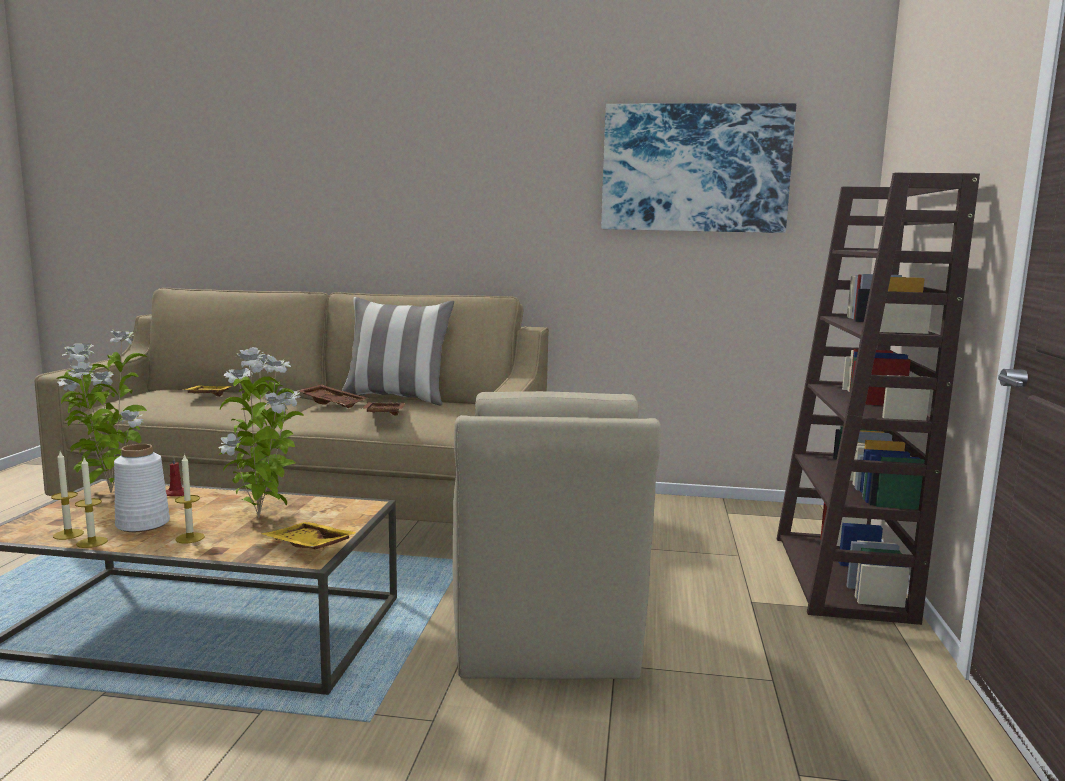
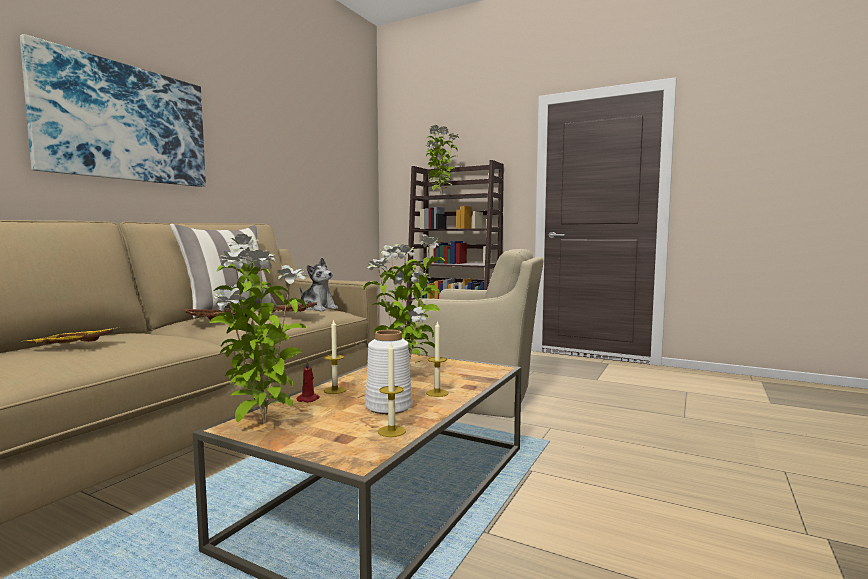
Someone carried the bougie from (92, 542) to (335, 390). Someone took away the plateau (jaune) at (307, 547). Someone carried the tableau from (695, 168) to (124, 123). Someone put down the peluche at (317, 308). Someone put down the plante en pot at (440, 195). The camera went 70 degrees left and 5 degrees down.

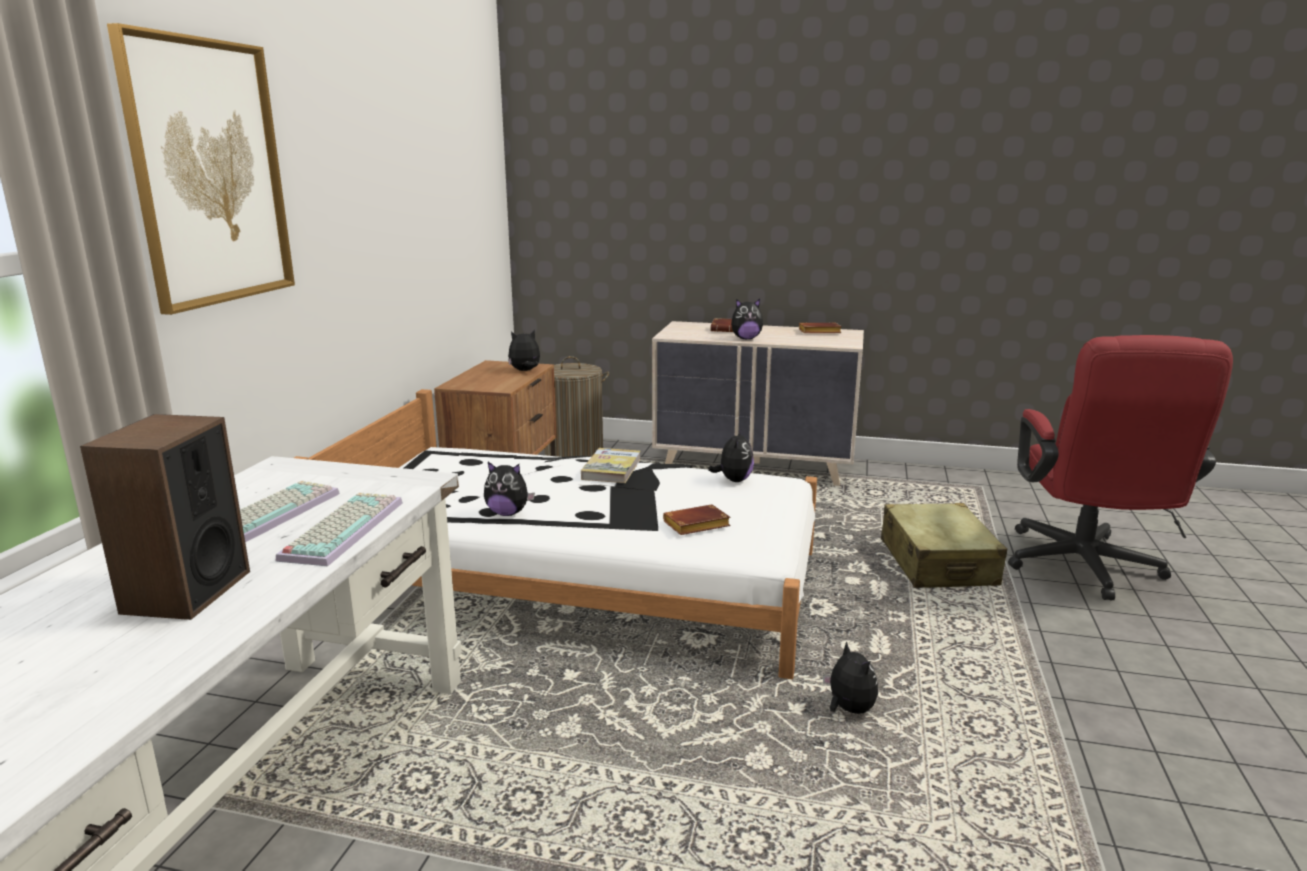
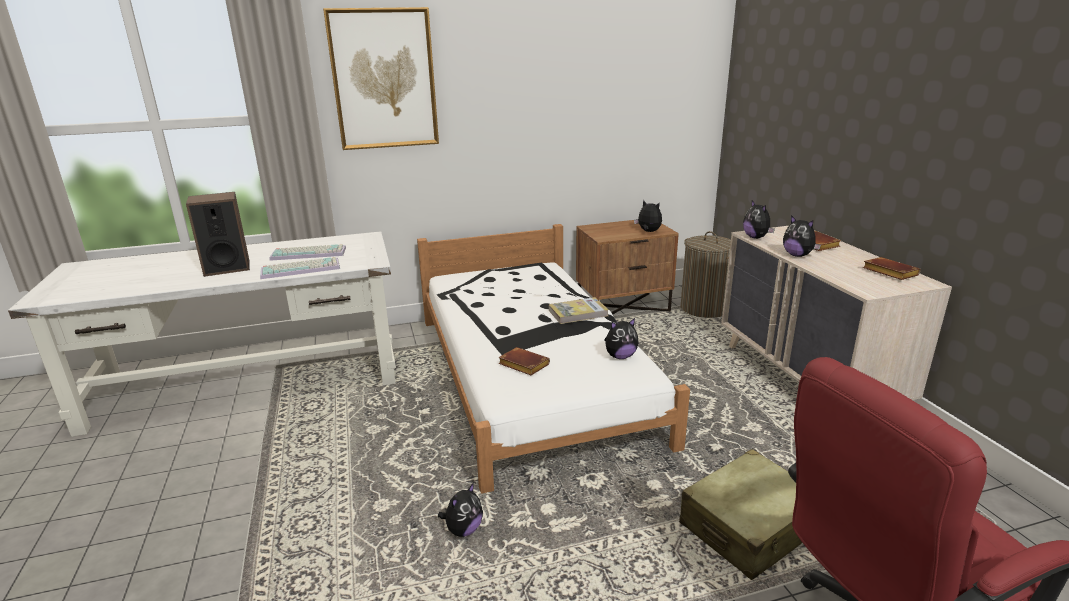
Someone carried the peluche from (508, 513) to (756, 237). The camera went 60 degrees right and 5 degrees up.

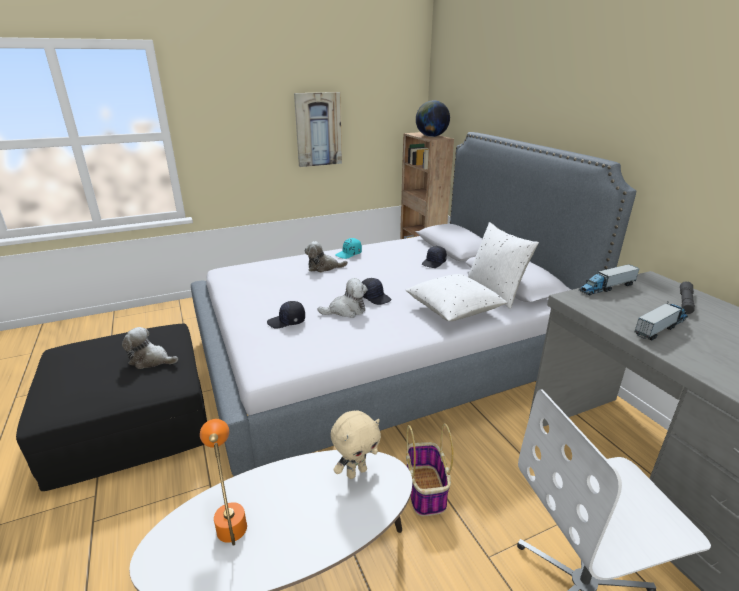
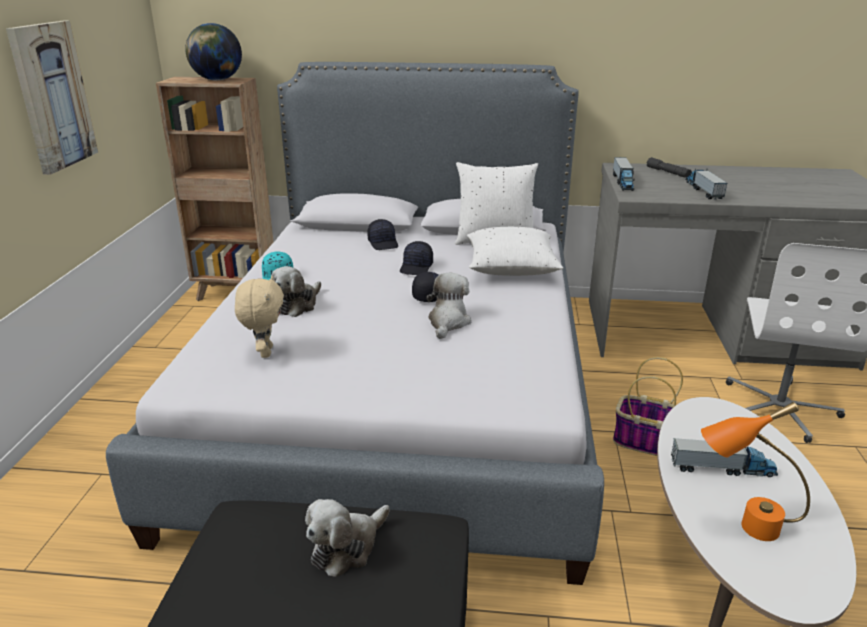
Someone carried the casquette (noir) from (287, 322) to (417, 267). Someone carried the peluche (beige) from (356, 472) to (265, 352). Someone put down the camion jouet at (722, 468). The camera went 60 degrees left and 0 degrees up.

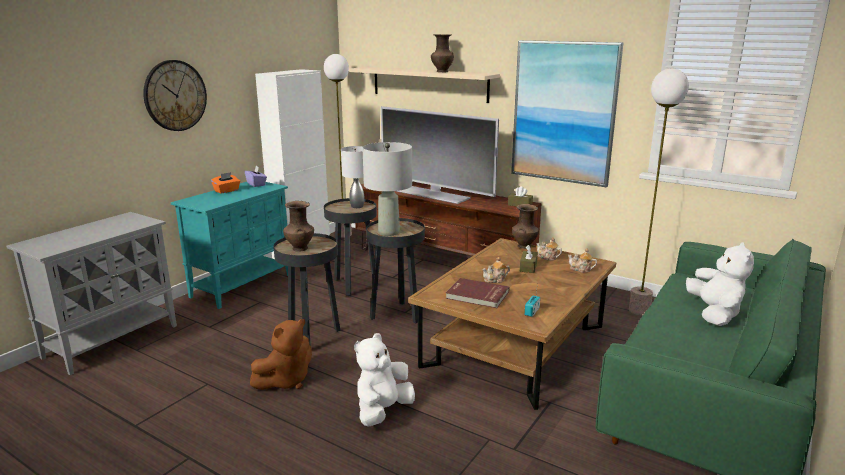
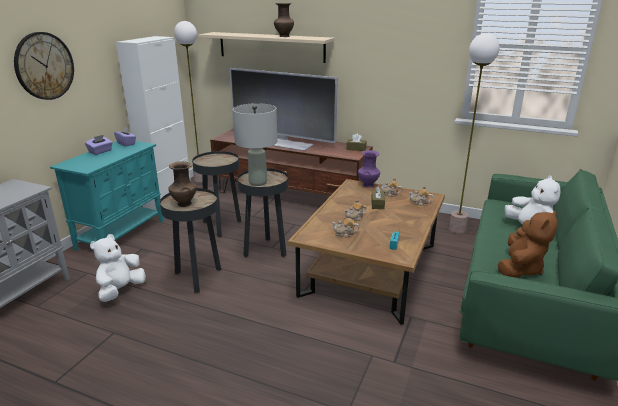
Someone repainted the boîte à mouchoirs (orange) at (227, 191), which became the boîte à mouchoirs (violet) at (100, 152). Someone carried the peluche (marron) from (286, 380) to (520, 269). Someone took away the lampe de table (gris) at (356, 206). Someone carried the peluche (blanc) from (383, 411) to (121, 290). Someone swapped the livre (rouge) at (477, 295) for the théière at (345, 234). Someone took away the tableau at (563, 112). Someone repainted the vase (marron) at (524, 246), which became the vase (violet) at (368, 185). The camera went 10 degrees left and 5 degrees up.

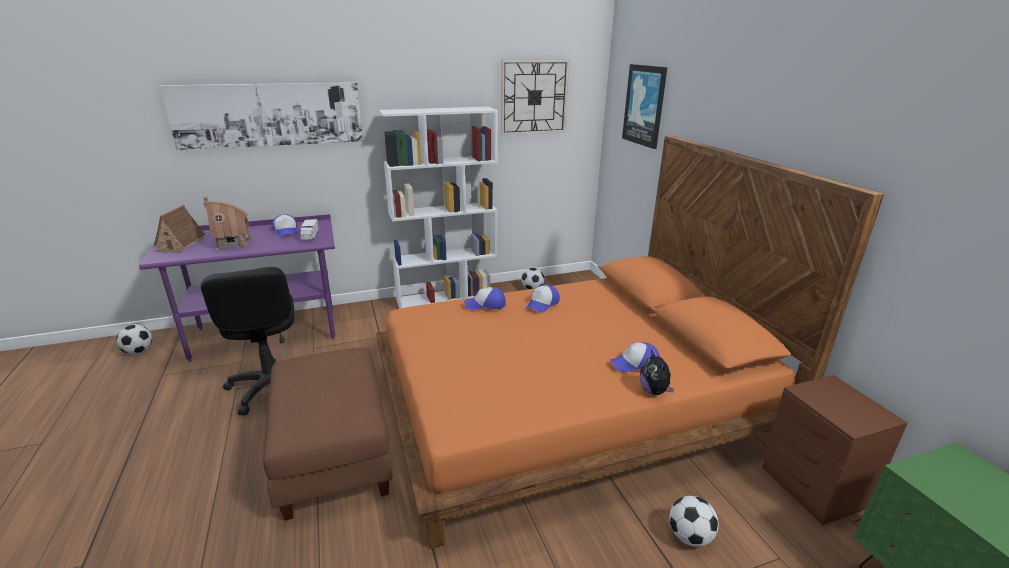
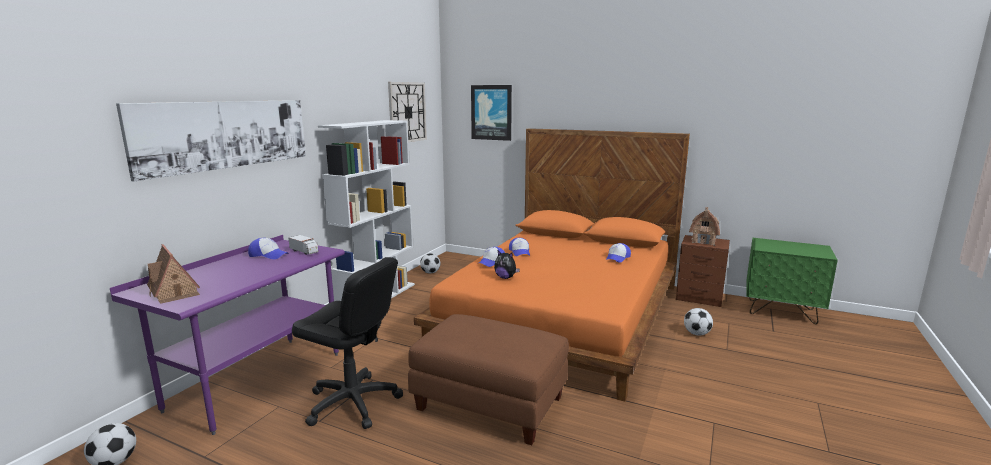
Someone carried the maison miniature from (233, 243) to (703, 241). Someone carried the peluche from (654, 391) to (505, 277). The camera went 45 degrees left and 10 degrees down.

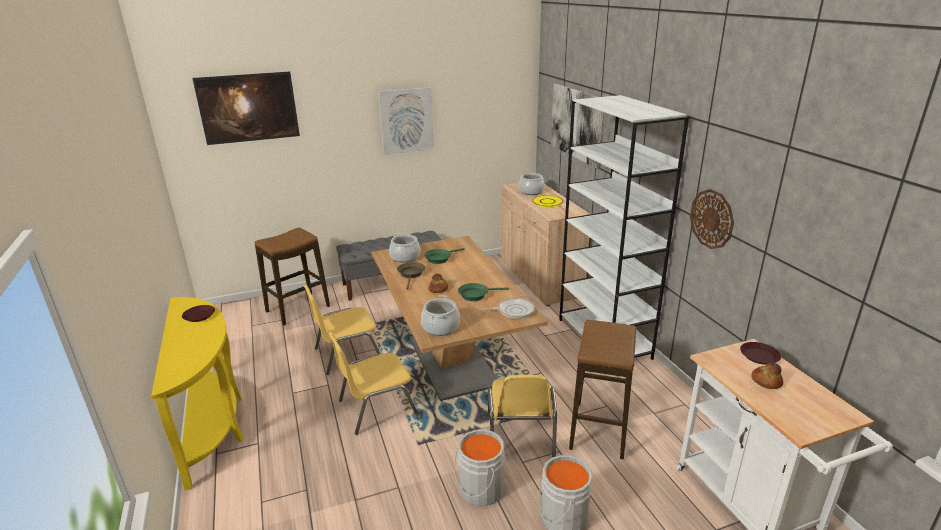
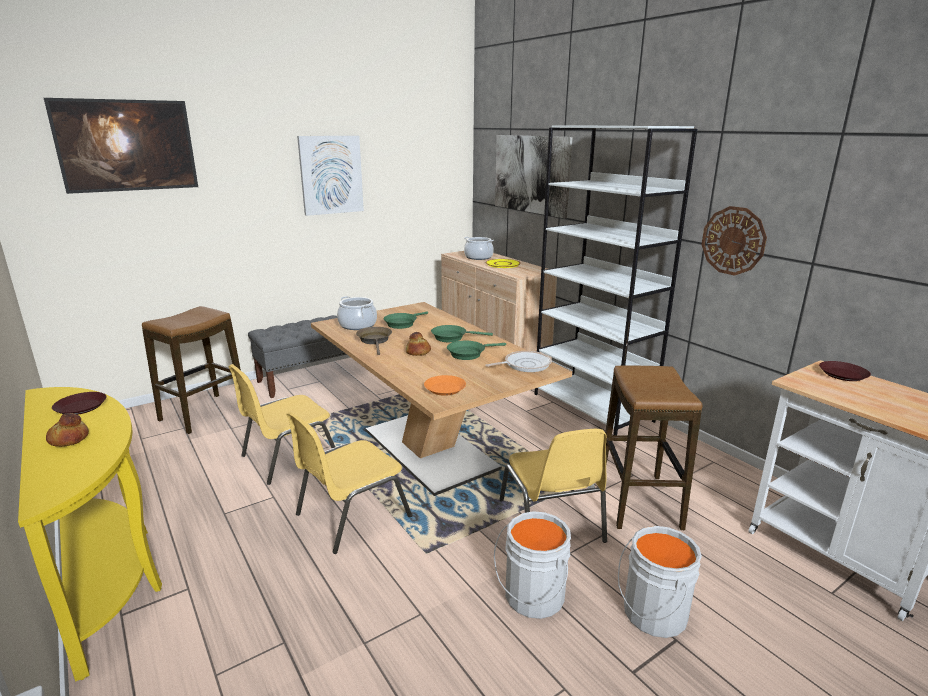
Someone swapped the marmite at (441, 327) for the assiette (orange) at (445, 389). Someone carried the pain from (766, 381) to (68, 439). Someone put down the poêle (vert) at (452, 337). The camera went 15 degrees left and 5 degrees down.

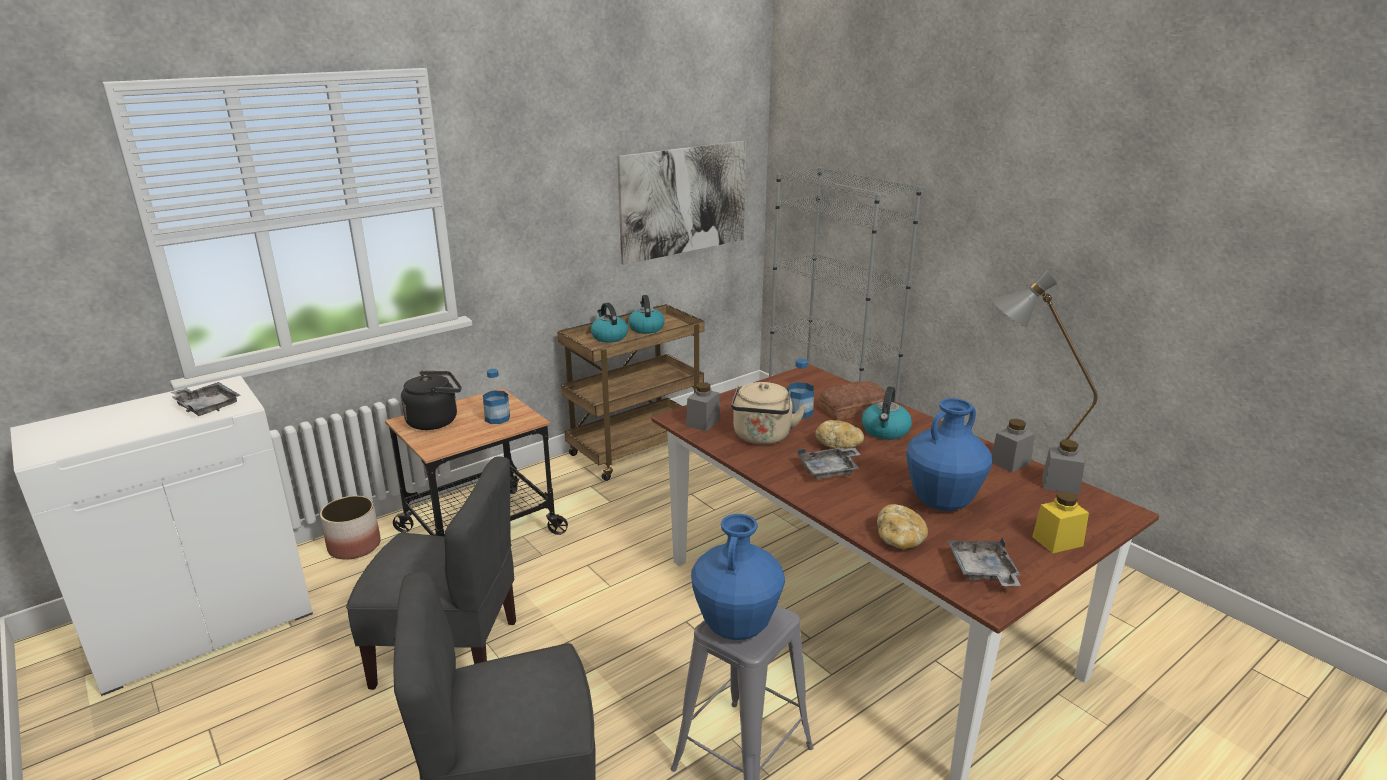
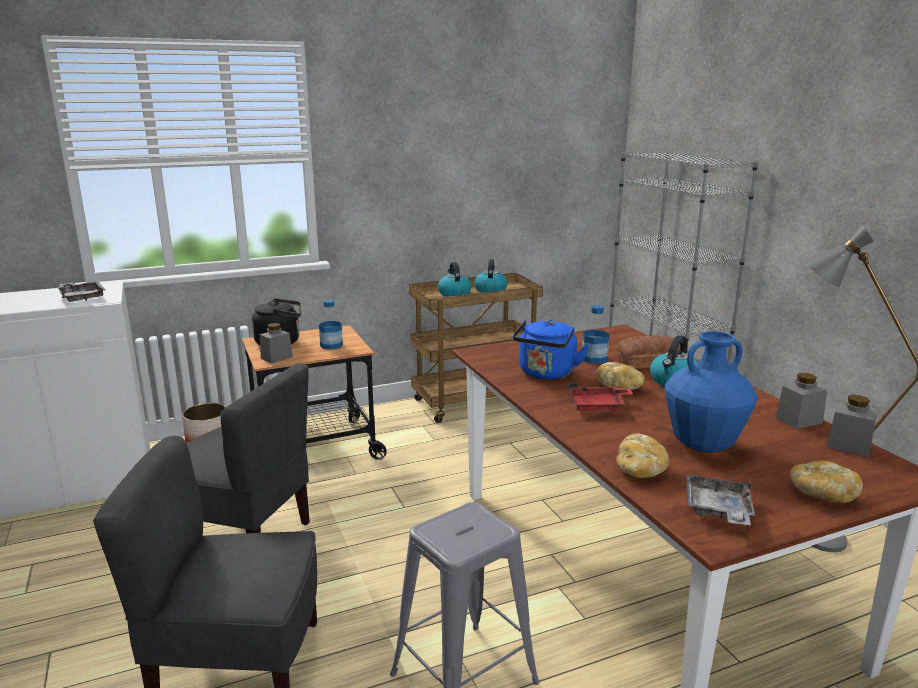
Someone took away the tableau at (684, 200). Someone carried the bocal (gris) from (703, 422) to (276, 357). Someone took away the vase (bleu) at (736, 628). Someone repainted the bouilloire (beige) at (762, 437), which became the bouilloire (bleu) at (546, 374). Someone repainted the plateau (gris) at (829, 470), which became the plateau (rouge) at (598, 406). Someone swapped the bocal (jaune) at (1057, 541) for the pain at (821, 495). The camera went 15 degrees right and 5 degrees down.

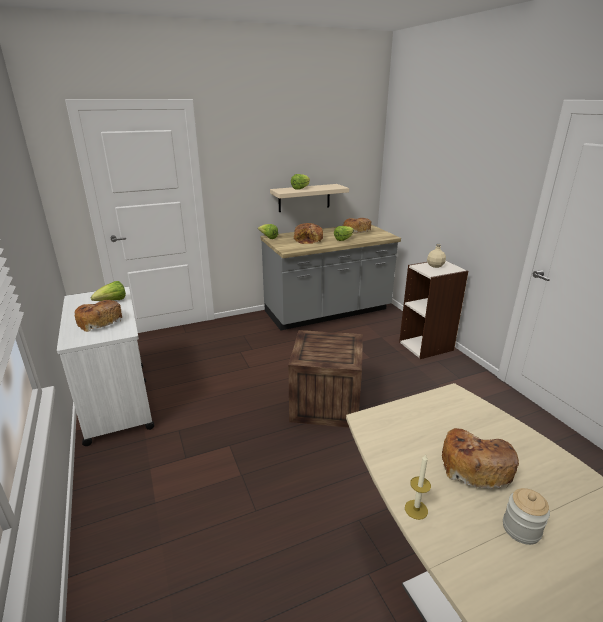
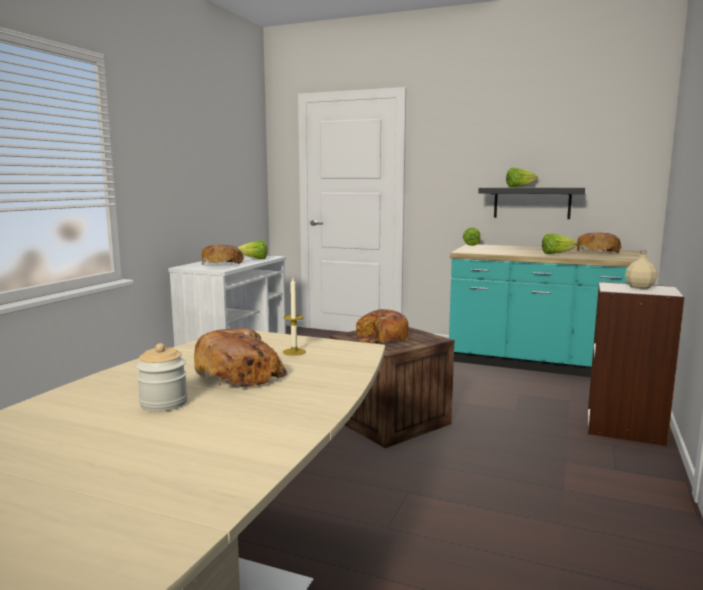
Someone repainted the comptoir de cuisine (gris) at (328, 312), which became the comptoir de cuisine (turquoise) at (538, 363). Someone repainted the étagère (beige) at (304, 198), which became the étagère (noir) at (532, 203). Someone carried the pain from (309, 240) to (381, 338). Someone carried the bougie from (416, 509) to (294, 352). The camera went 45 degrees right and 15 degrees down.

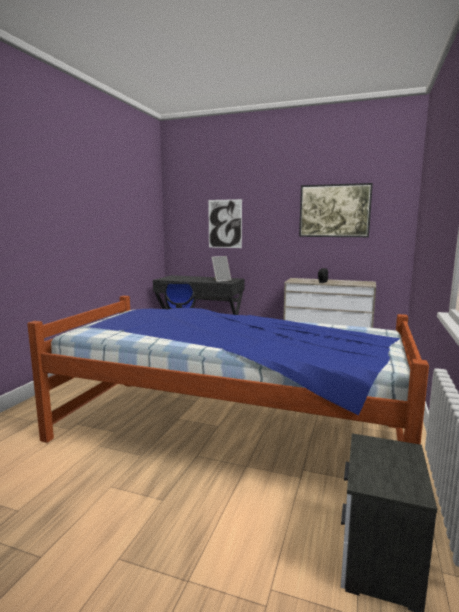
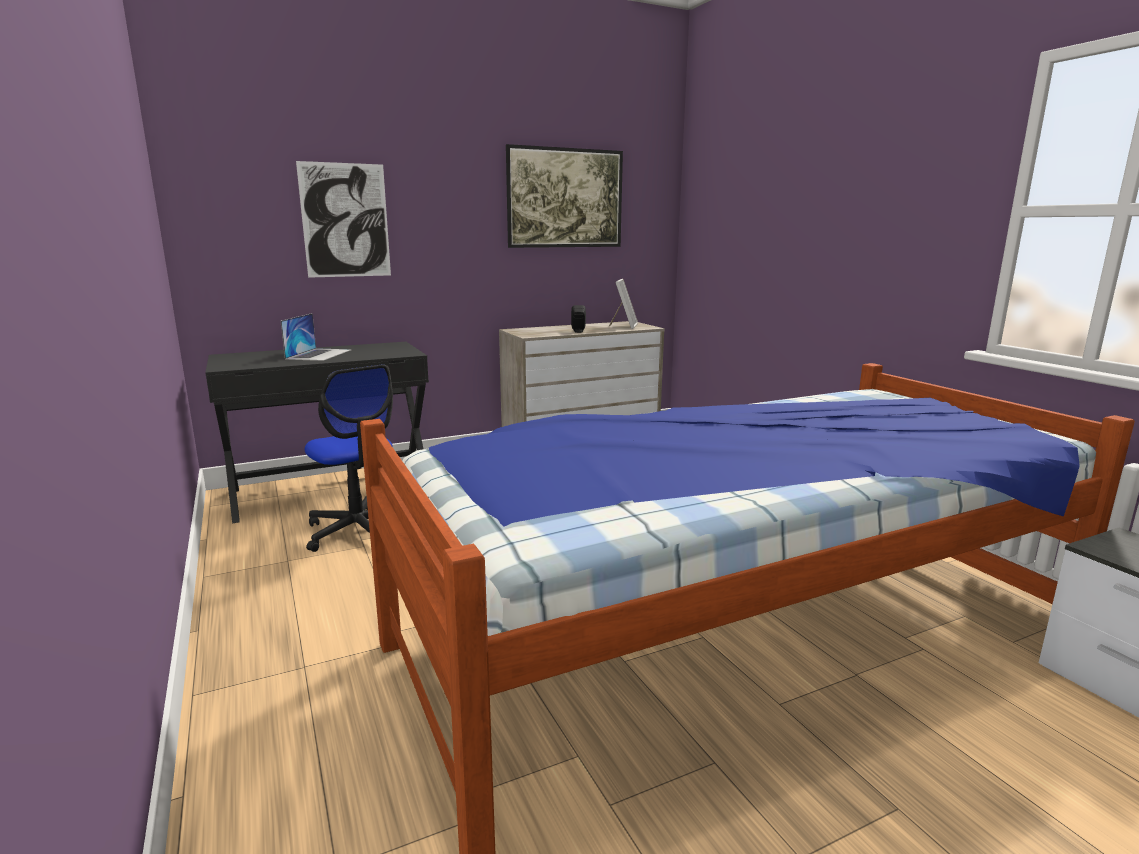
Someone carried the cadre photo from (221, 280) to (624, 326). Someone put down the ordinateur portable at (319, 354). The camera went 45 degrees left and 5 degrees up.

